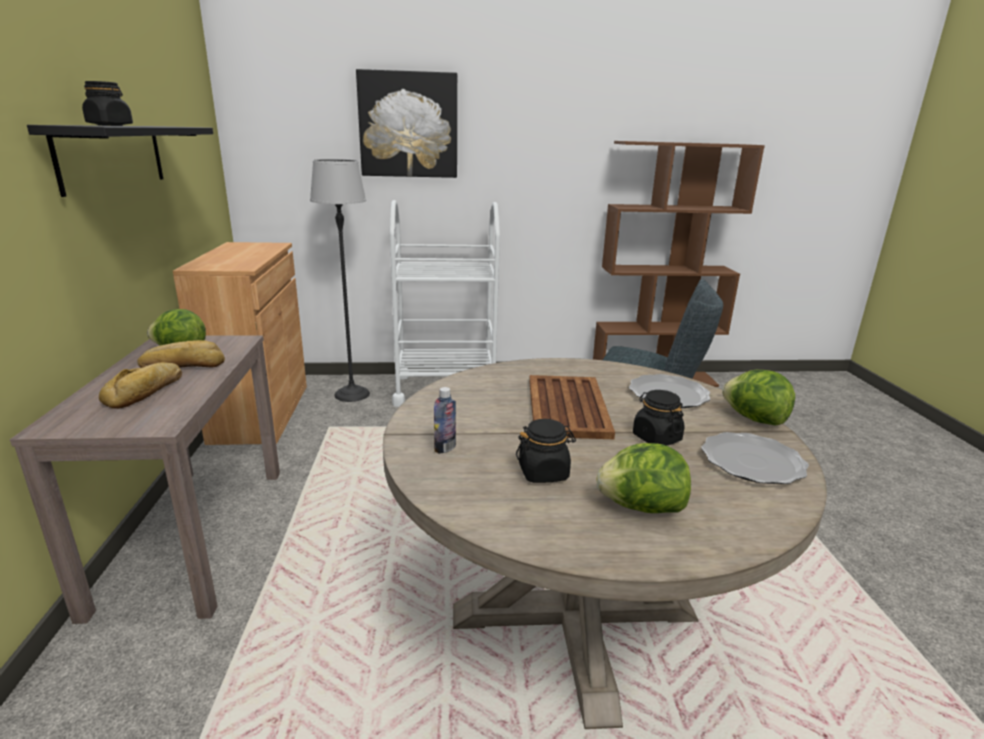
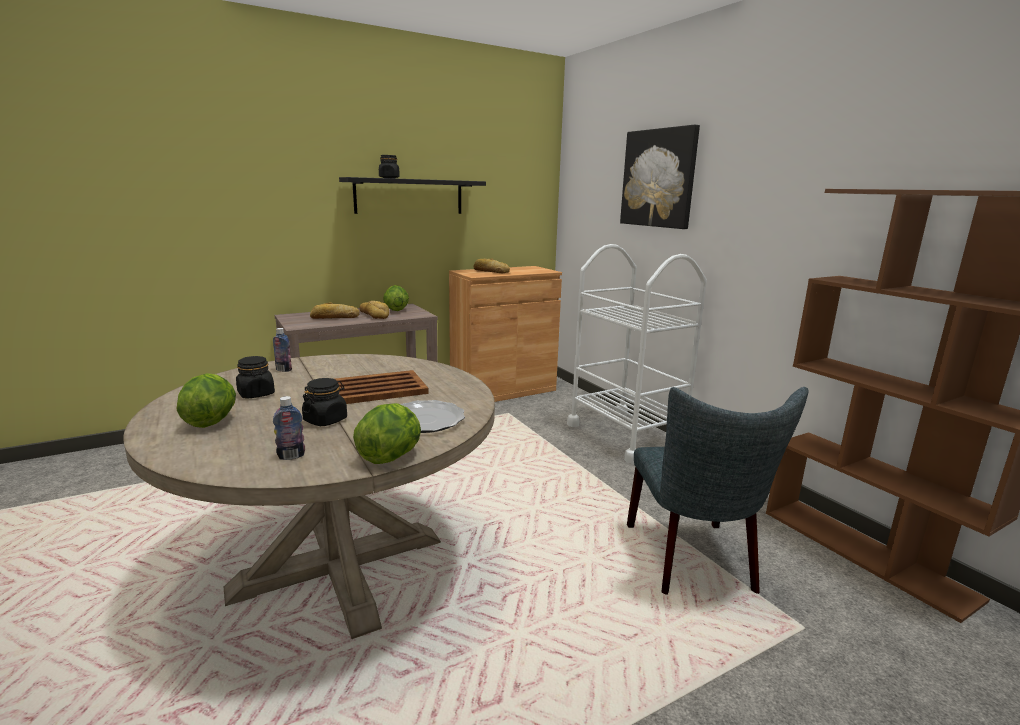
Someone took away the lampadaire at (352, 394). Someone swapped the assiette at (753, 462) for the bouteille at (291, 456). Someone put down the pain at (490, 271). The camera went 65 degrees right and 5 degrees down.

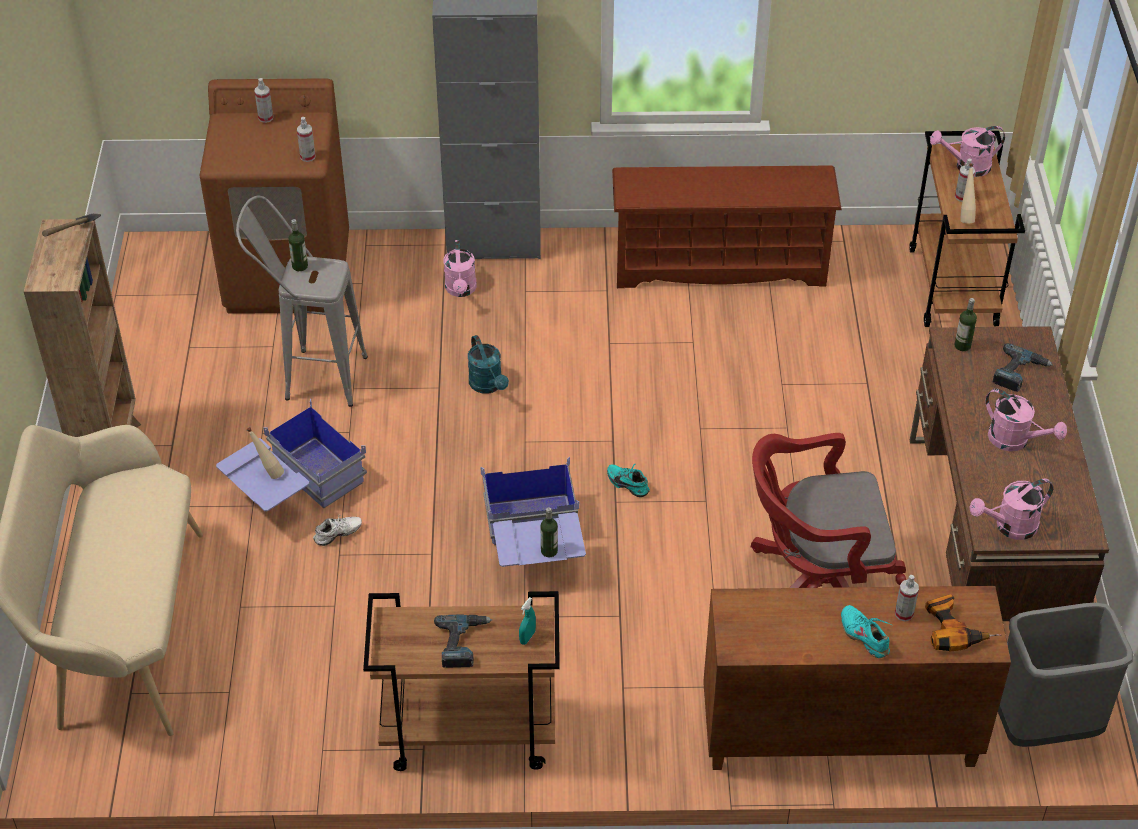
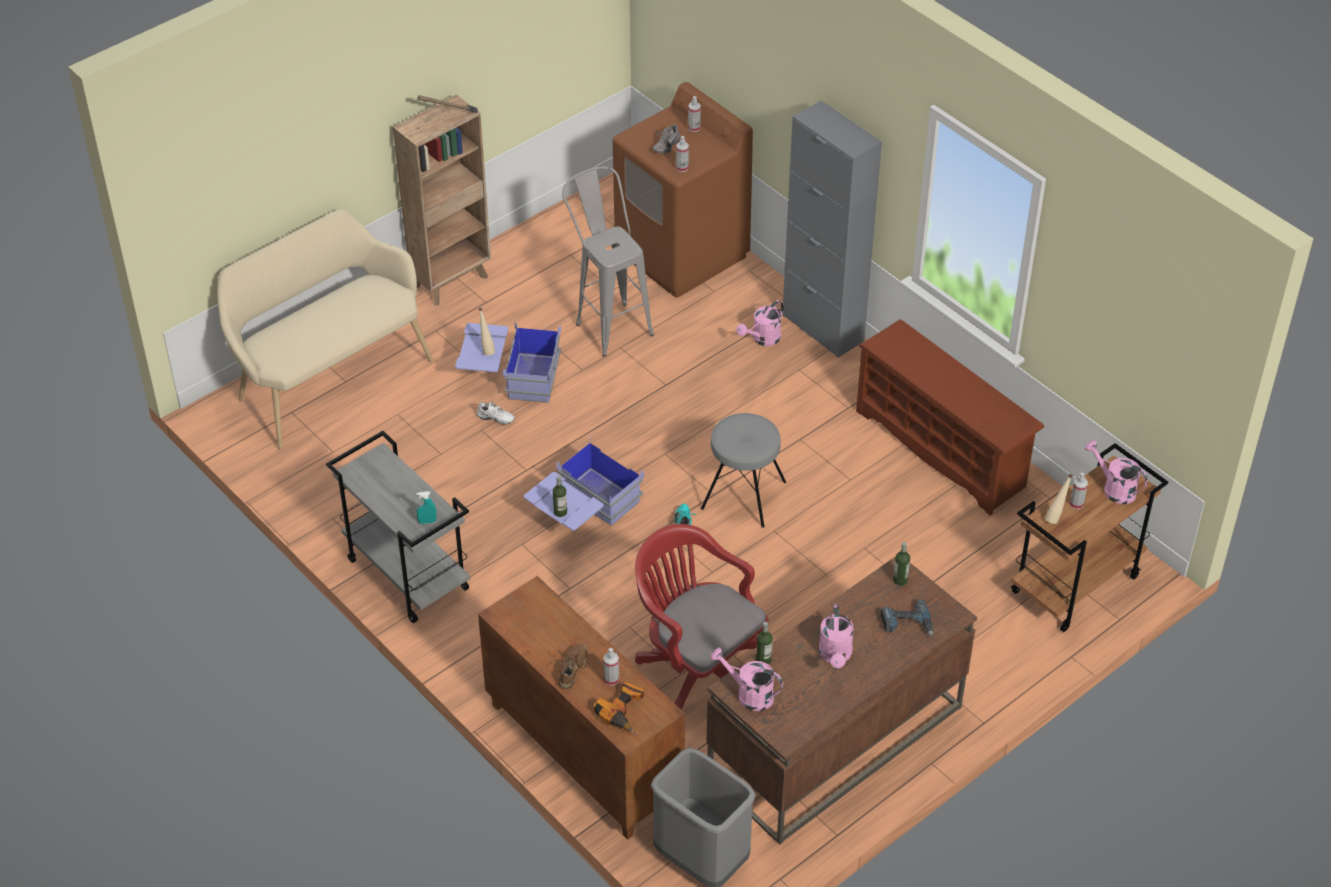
Someone carried the bouteille from (300, 266) to (763, 660). Someone repainted the chariot (marron) at (467, 734), which became the chariot (gris) at (406, 574). Someone took away the perceuse at (463, 643). Someone took away the arrosoir (turquoise) at (488, 386). Someone repainted the chaussure (turquoise) at (864, 635), which became the chaussure (marron) at (573, 670). Someone put down the chaussure (gris) at (665, 146). Someone put down the tabouret (gris) at (743, 495). The camera went 50 degrees right and 0 degrees up.

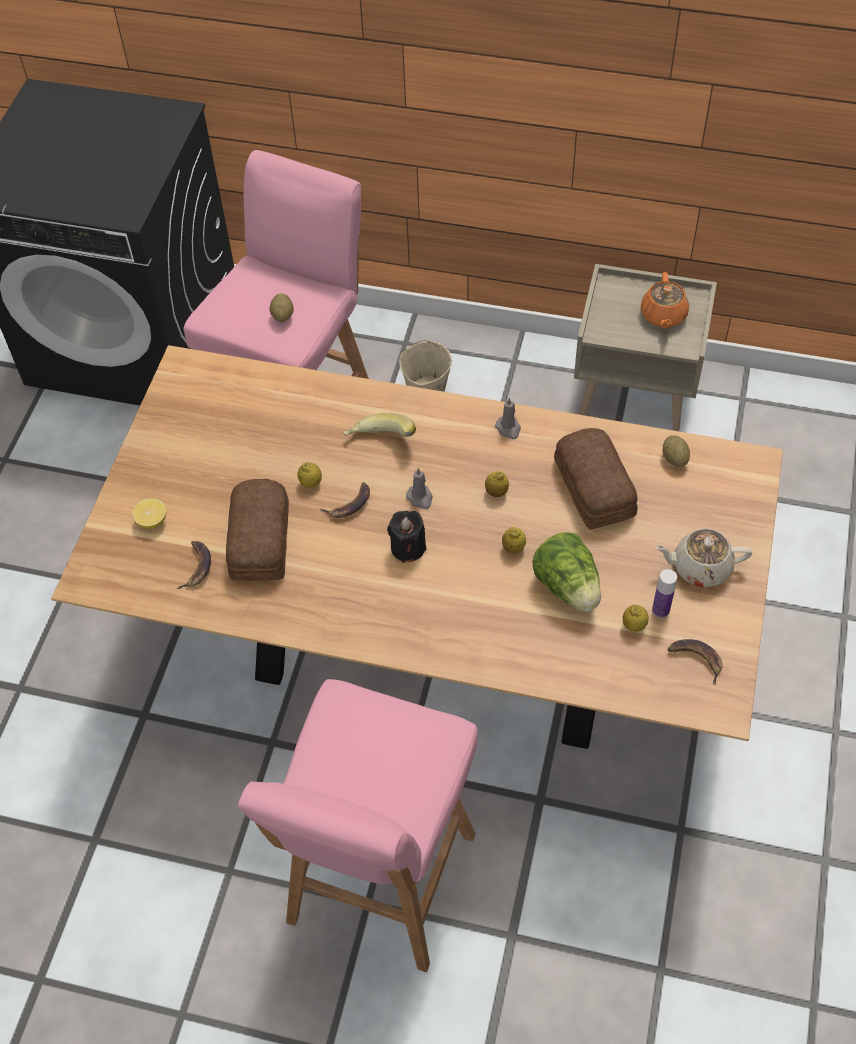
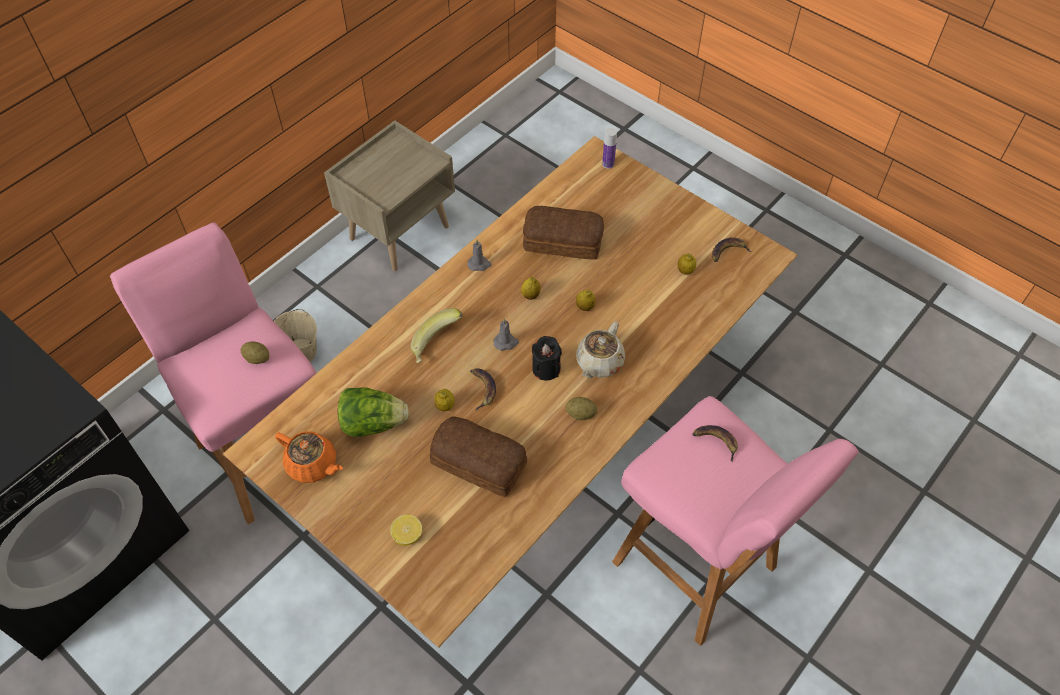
Someone carried the banane from (196, 566) to (715, 441). Someone carried the laitue from (568, 587) to (373, 423). Someone carried the théière (orange) from (663, 316) to (313, 464). Someone carried the bouteille from (660, 610) to (608, 164). Someone carried the théière (beige) from (700, 567) to (599, 362). Someone carried the pomme de terre from (674, 458) to (580, 414). The camera went 65 degrees left and 0 degrees up.

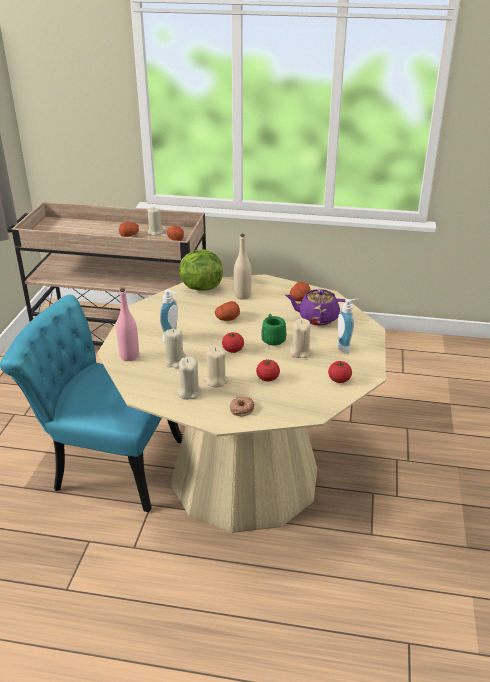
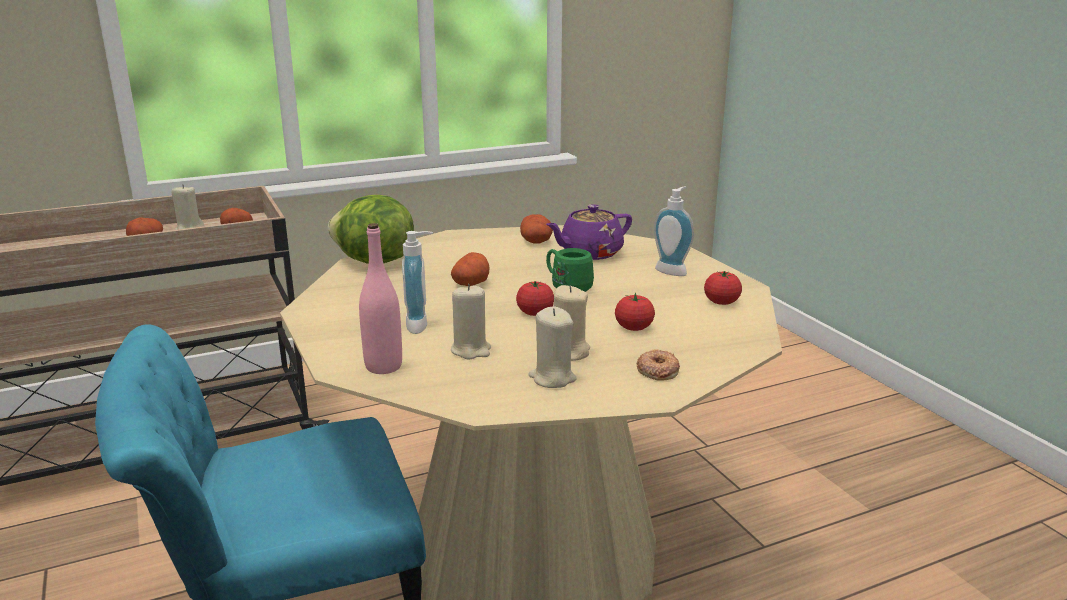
Someone took away the bouteille (beige) at (242, 296). Someone took away the bougie (beige) at (300, 352). The camera went 35 degrees left and 10 degrees down.

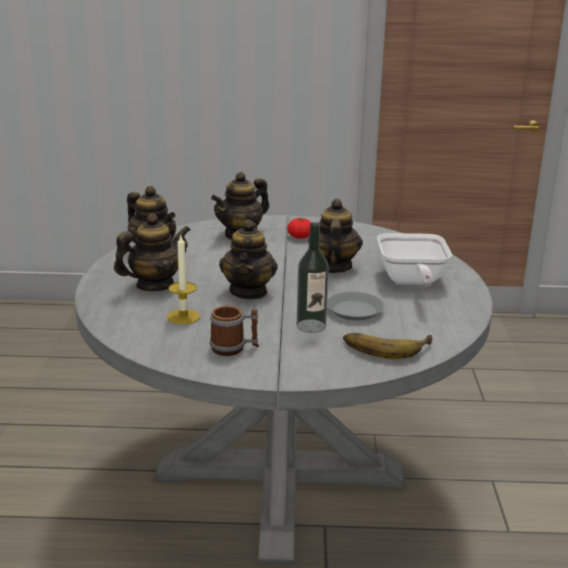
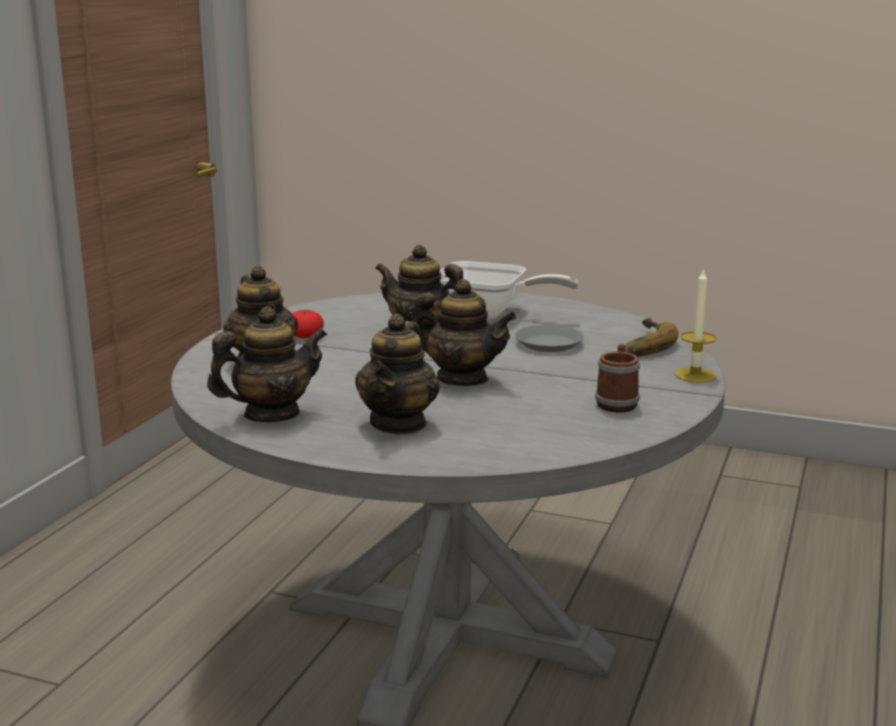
Someone rotated the théière at (154, 285) by 150 degrees counterclockwise. Someone carried the bougie from (183, 316) to (695, 375). Someone took away the bouteille at (311, 326). The camera went 70 degrees left and 5 degrees down.

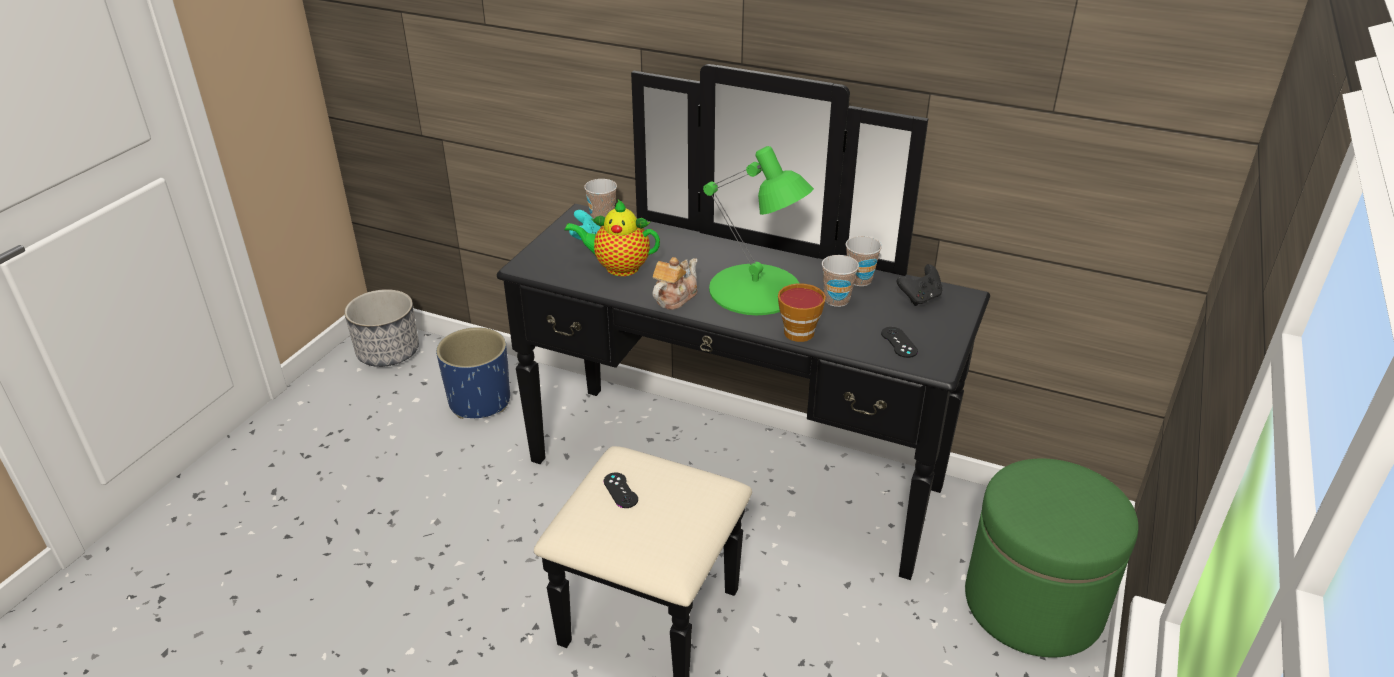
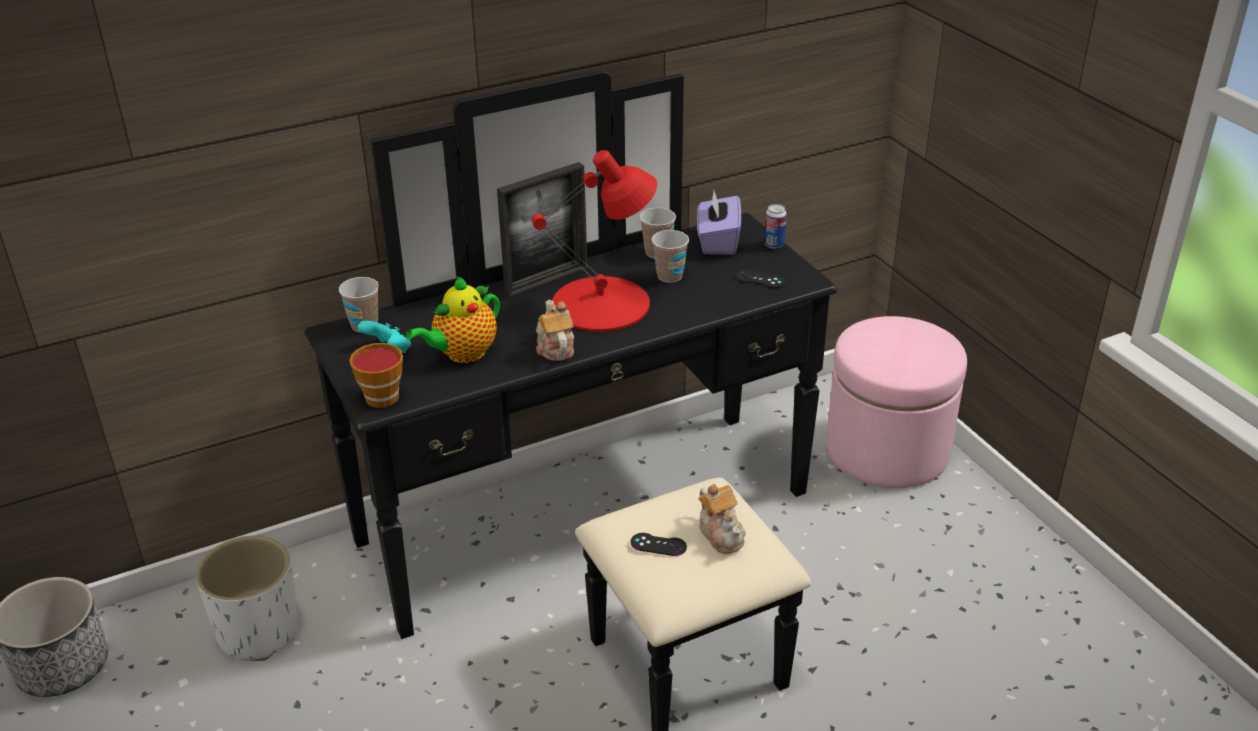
Someone repainted the cache-pot (bleu) at (480, 401), which became the cache-pot (blanc) at (259, 631). Someone repainted the lampe de table (vert) at (756, 290), which became the lampe de table (rouge) at (602, 304). Someone carried the tasse from (799, 330) to (379, 395). Someone swapped the manette (noir) at (920, 298) for the boîte à mouchoirs (violet) at (717, 242). Someone repainted the pouf (vert) at (1033, 603), which became the pouf (rose) at (887, 450). Someone put down the cadre photo at (546, 280). Someone put down the théière at (721, 534). Someone put down the boîte métallique at (774, 244). The camera went 50 degrees left and 0 degrees up.

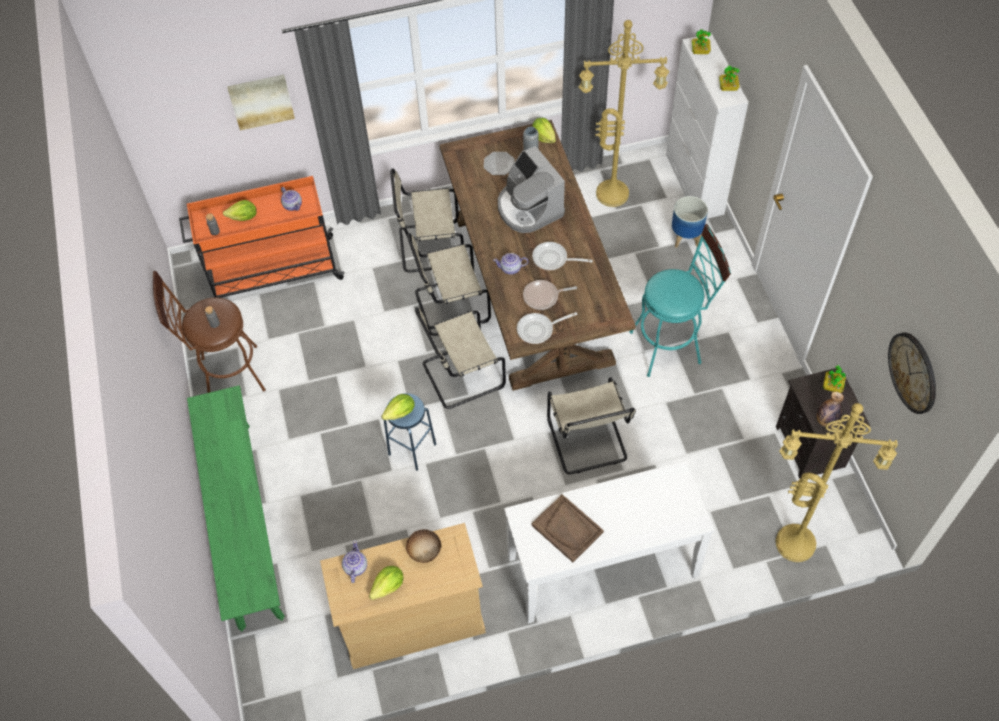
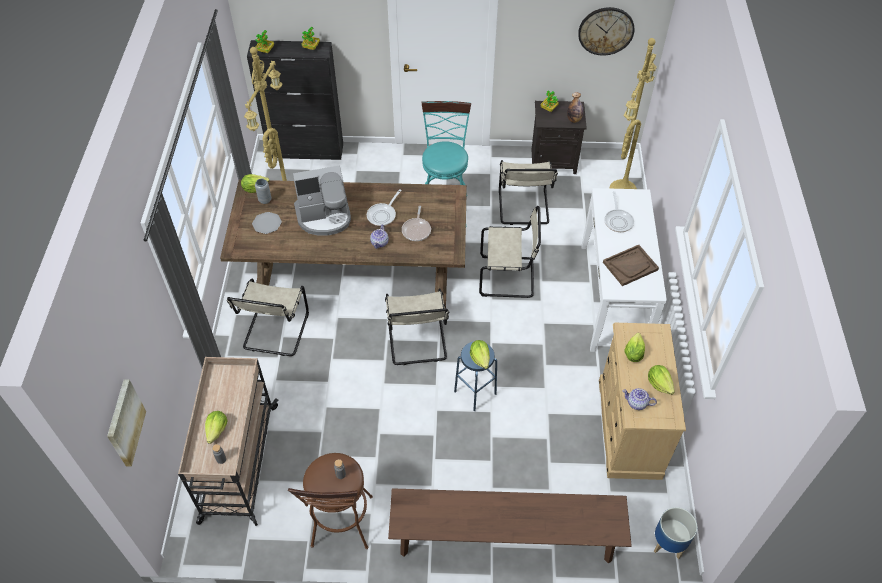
Someone repainted the chariot (orange) at (272, 272), which became the chariot (beige) at (238, 464). Someone repainted the banc (vert) at (244, 522), which became the banc (marron) at (505, 539). Someone carried the tableau from (261, 101) to (124, 423). Someone took away the théière at (292, 205). Someone swapped the bol at (424, 551) for the laitue at (633, 353). Someone carried the chaise (beige) from (449, 306) to (523, 208). Someone carried the poêle from (538, 330) to (618, 220). Someone repainted the meuble de rangement (blanc) at (694, 184), which became the meuble de rangement (noir) at (306, 151). Someone carried the cache-pot from (685, 238) to (668, 544). The camera went 75 degrees left and 5 degrees down.

